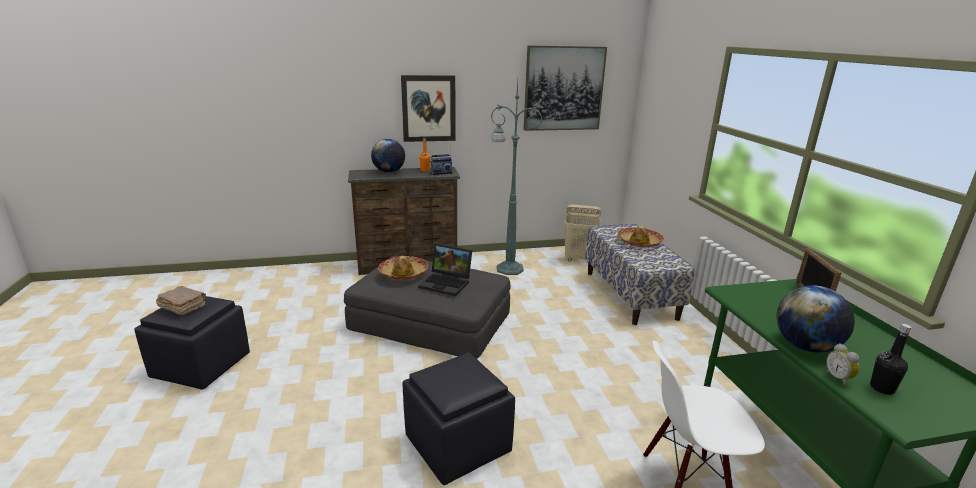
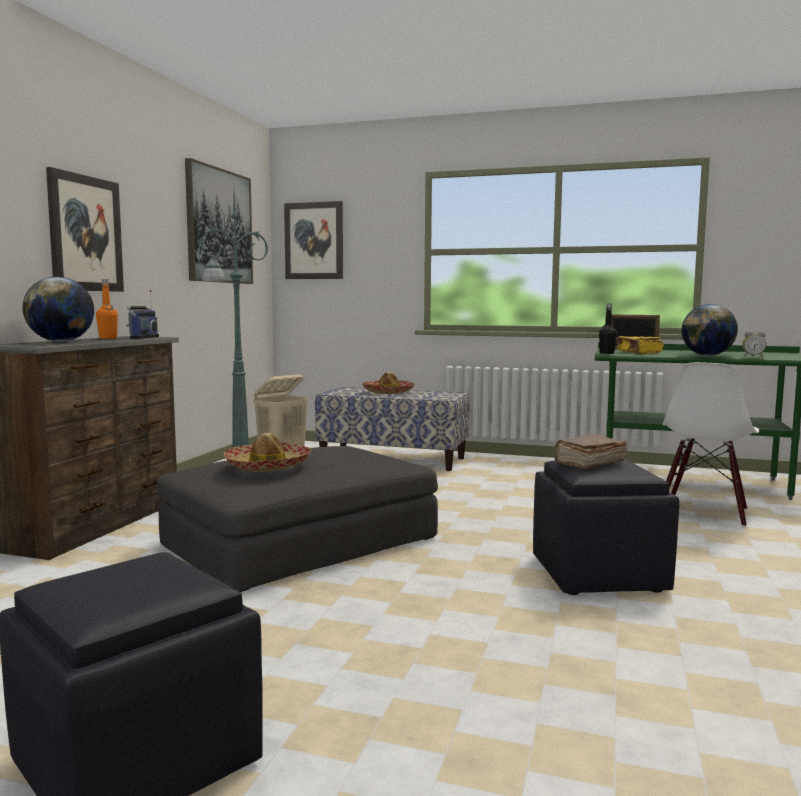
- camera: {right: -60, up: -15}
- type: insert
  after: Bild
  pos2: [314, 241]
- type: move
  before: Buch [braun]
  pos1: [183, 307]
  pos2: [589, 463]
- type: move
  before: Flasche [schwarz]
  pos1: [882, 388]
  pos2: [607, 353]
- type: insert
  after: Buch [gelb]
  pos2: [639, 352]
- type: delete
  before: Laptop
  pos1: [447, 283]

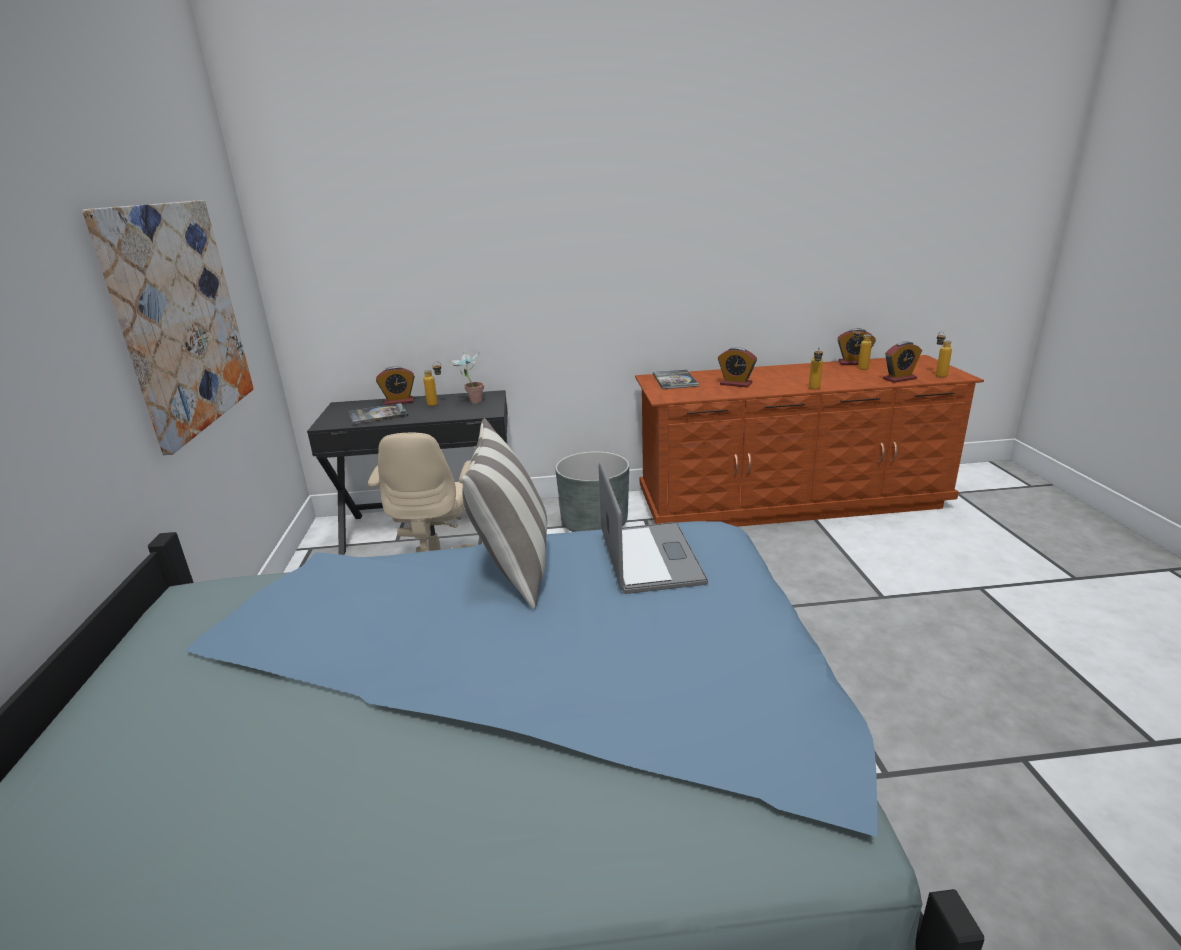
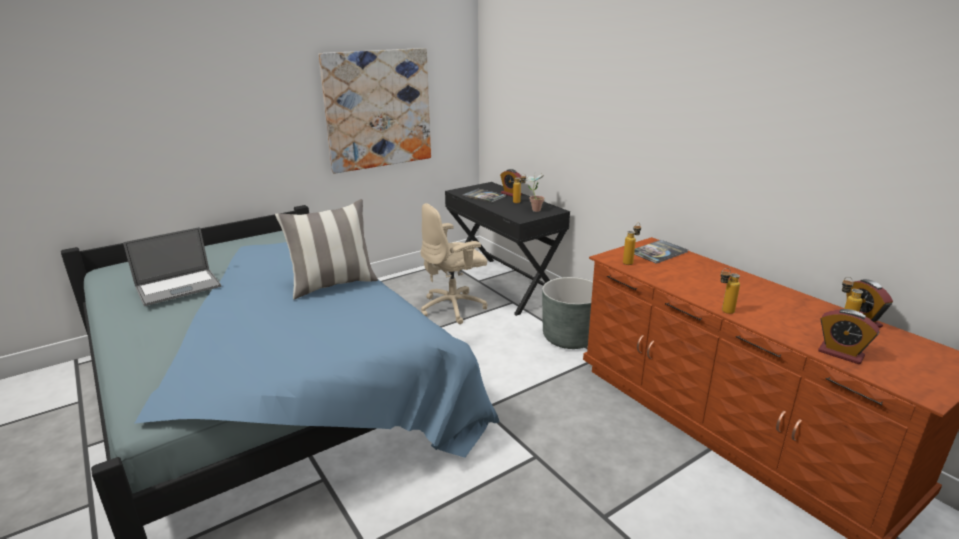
- camera: {right: 60, up: 0}
- type: move
  before: Laptop
  pos1: [650, 557]
  pos2: [178, 287]
- type: move
  before: Flasche
  pos1: [938, 375]
  pos2: [630, 262]
- type: delete
  before: Wecker
  pos1: [736, 384]

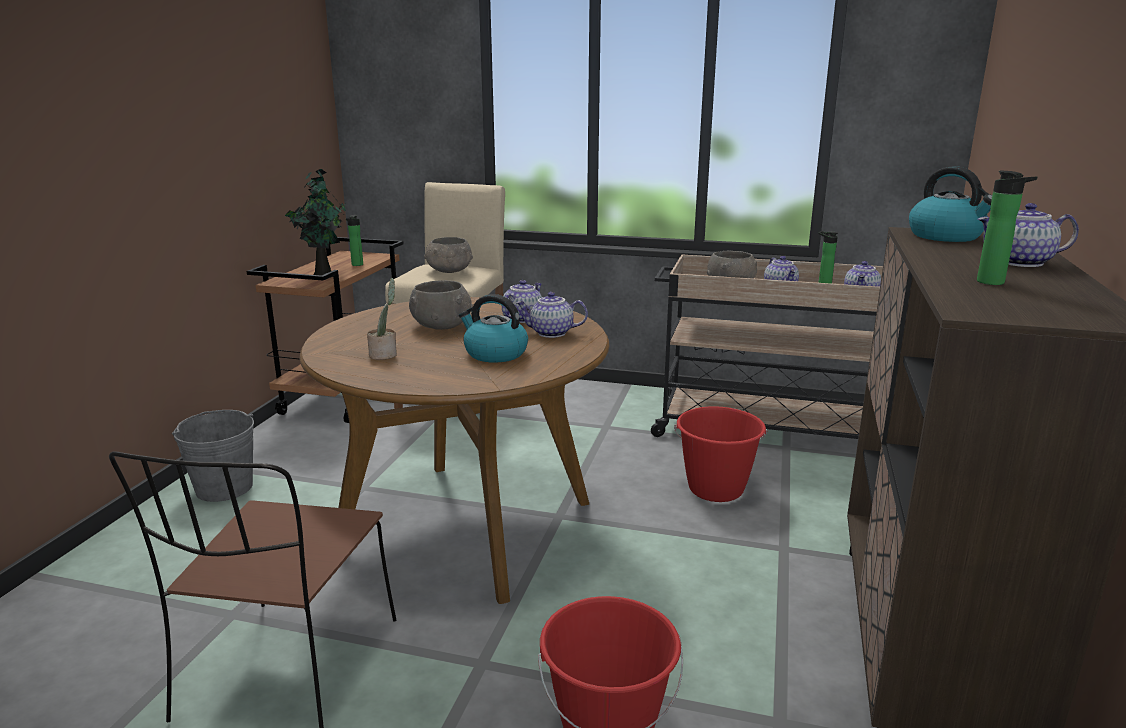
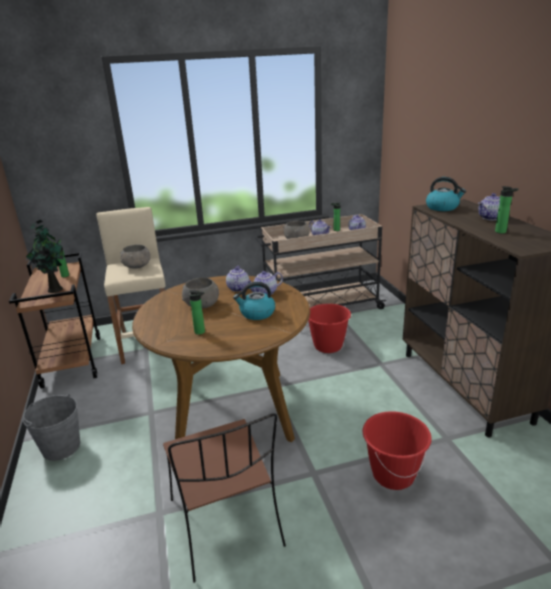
- camera: {right: -30, up: 5}
- type: replace
  before: Topfpflanze
  after: Flasche
  pos1: [385, 354]
  pos2: [201, 332]

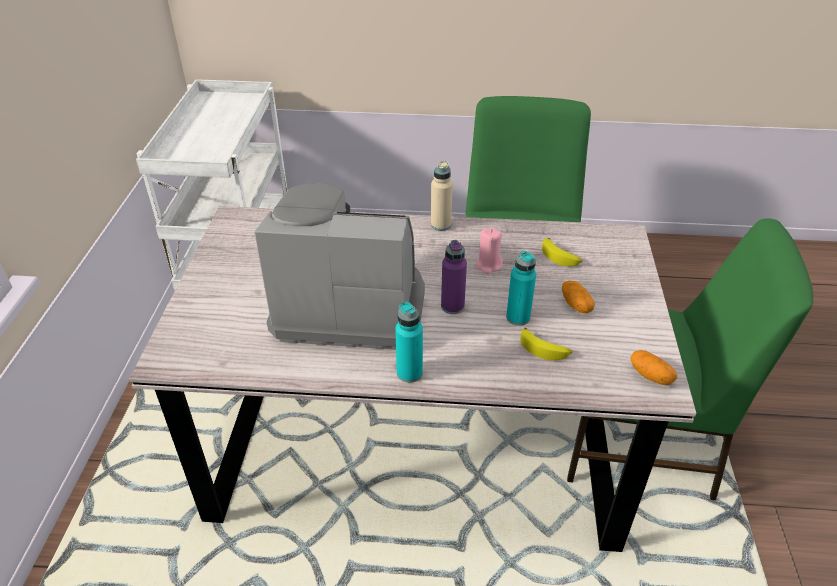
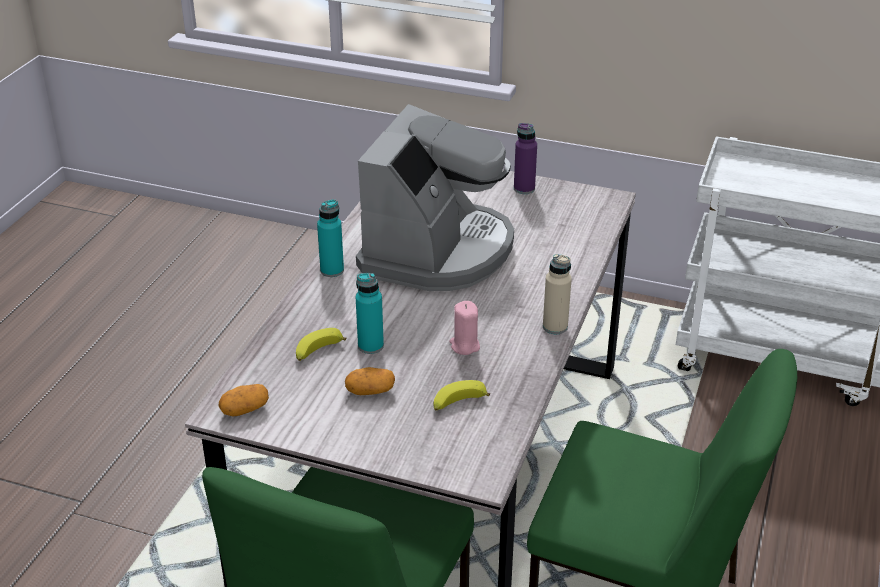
- camera: {right: 105, up: -5}
- type: move
  before: Flasche [lila]
  pos1: [452, 306]
  pos2: [524, 189]

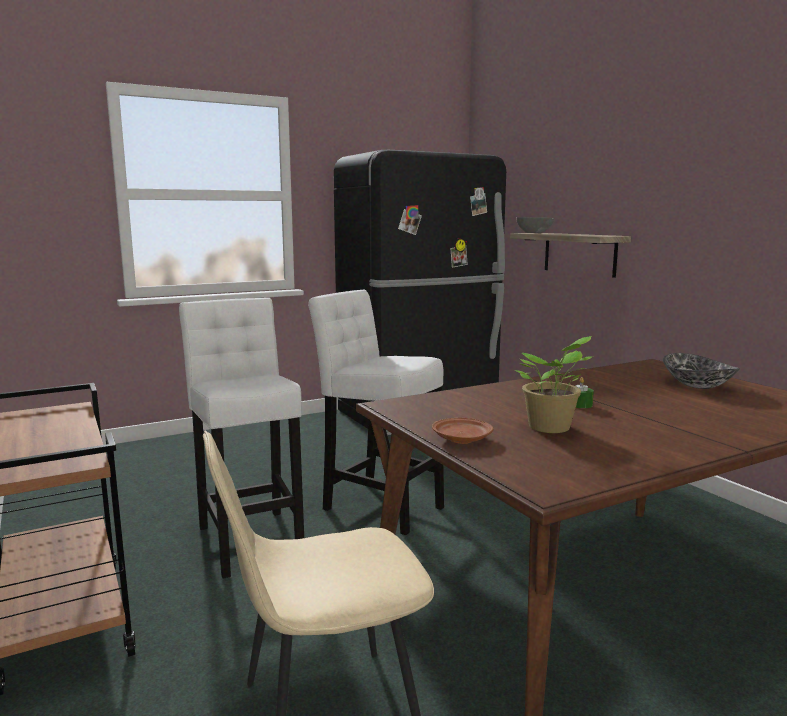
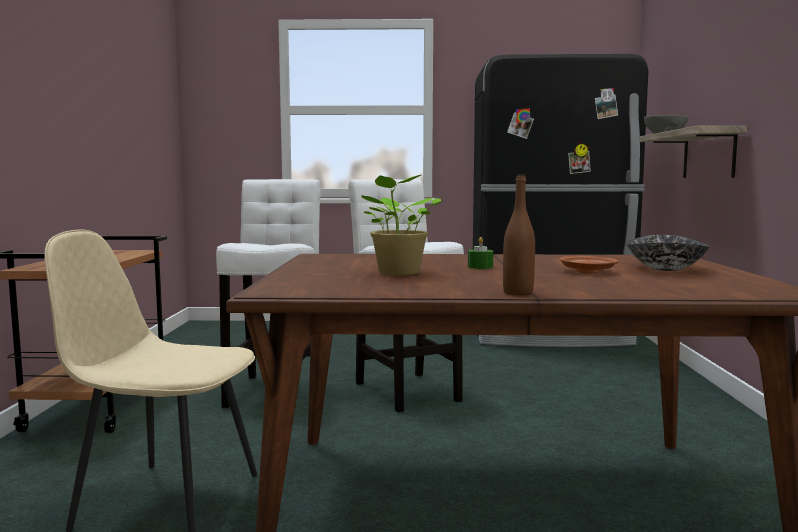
- camera: {right: 30, up: -5}
- type: insert
  after: Flasche [braun]
  pos2: [518, 293]
- type: move
  before: Teller [braun]
  pos1: [461, 439]
  pos2: [587, 271]

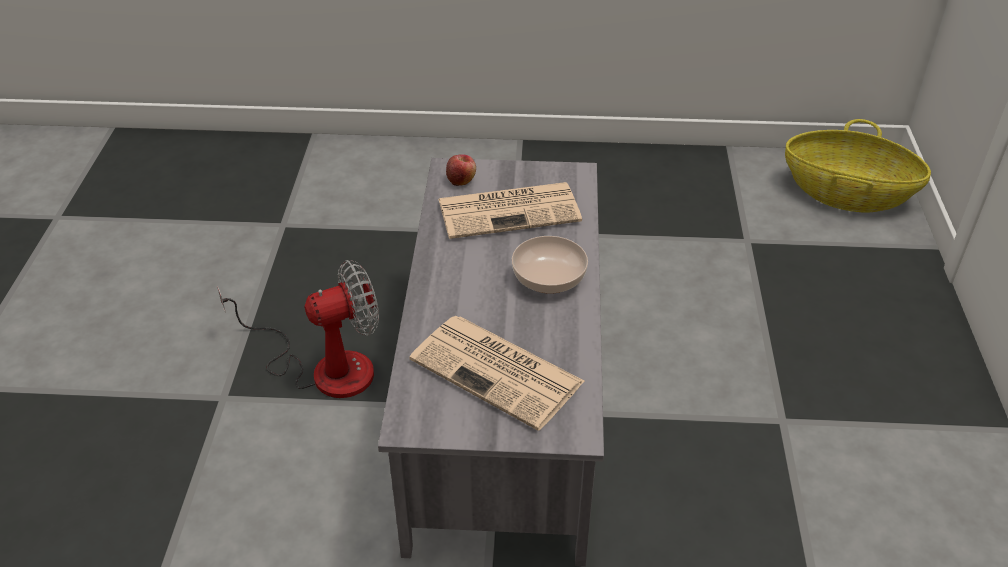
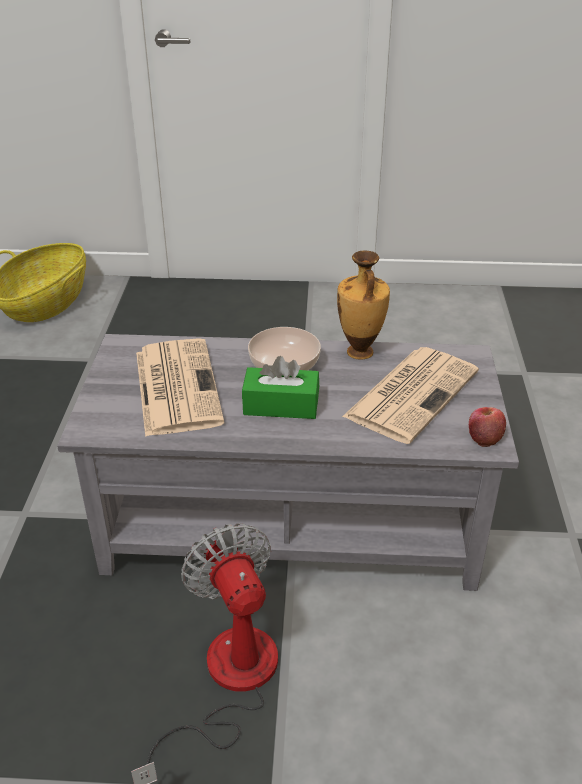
- camera: {right: -90, up: -5}
- type: insert
  after: Taschentuchbox [grün]
  pos2: [281, 405]
- type: insert
  after: Vase
  pos2: [359, 353]
- type: move
  before: Apfel
  pos1: [461, 180]
  pos2: [484, 437]

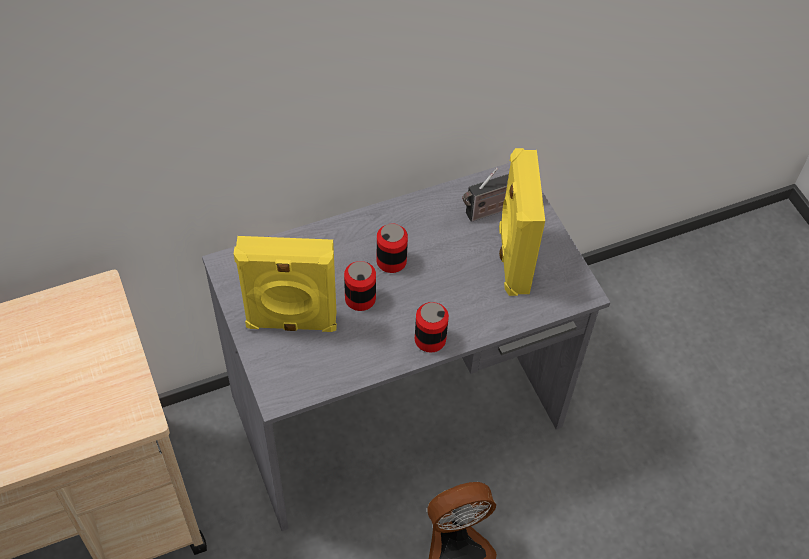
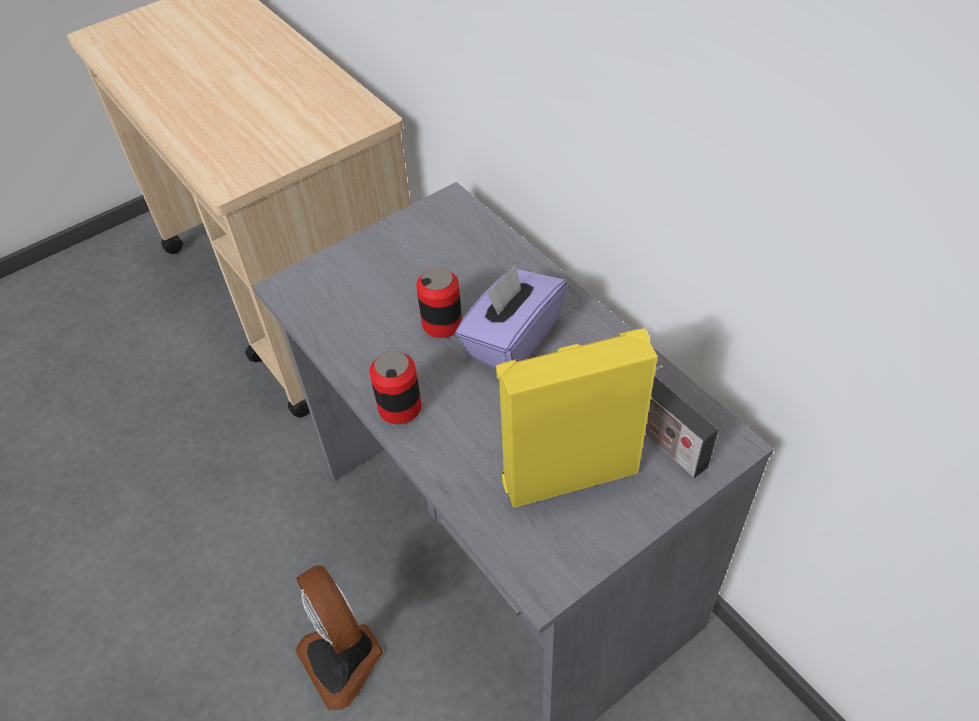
- camera: {right: 80, up: -5}
- type: replace
  before: Dose
  after: Taschentuchbox [lila]
  pos1: [391, 261]
  pos2: [511, 339]
- type: delete
  before: Lautsprecher [gelb]
  pos1: [291, 323]

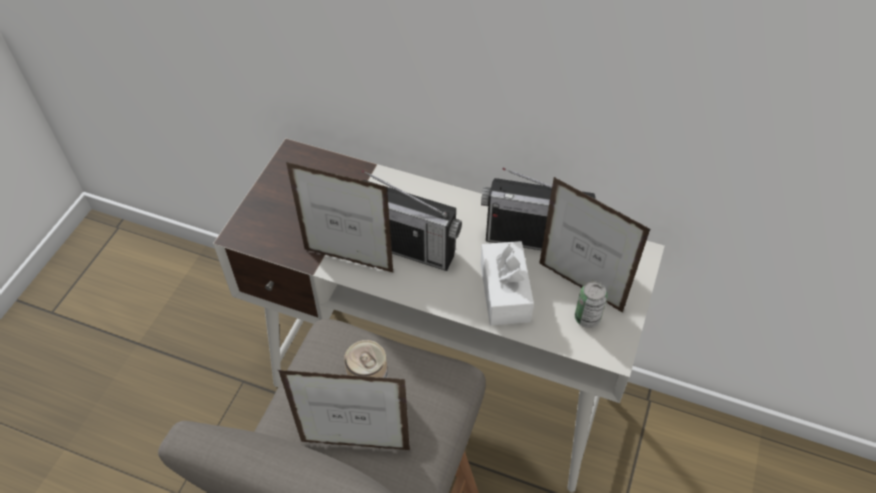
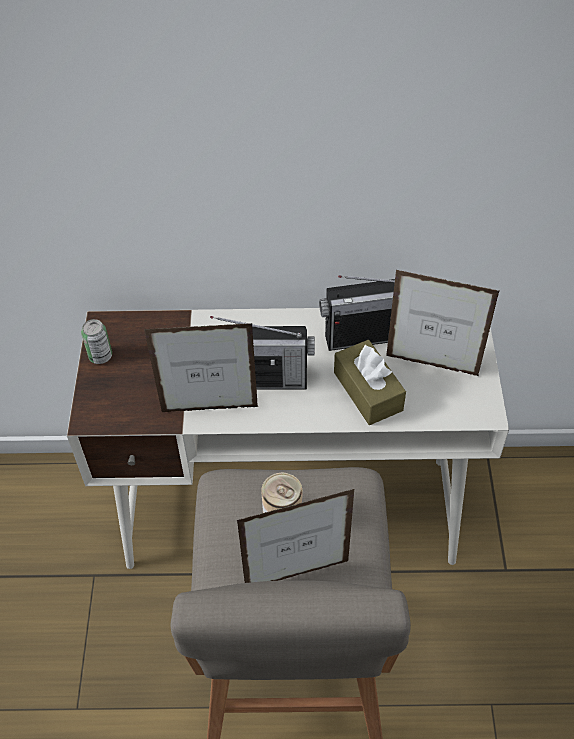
- camera: {right: -20, up: 0}
- type: move
  before: Dose
  pos1: [587, 318]
  pos2: [100, 356]
- type: recolor
  before: Taschentuchbox [weiß]
  after: Taschentuchbox [braun]
  pos1: [504, 292]
  pos2: [368, 391]

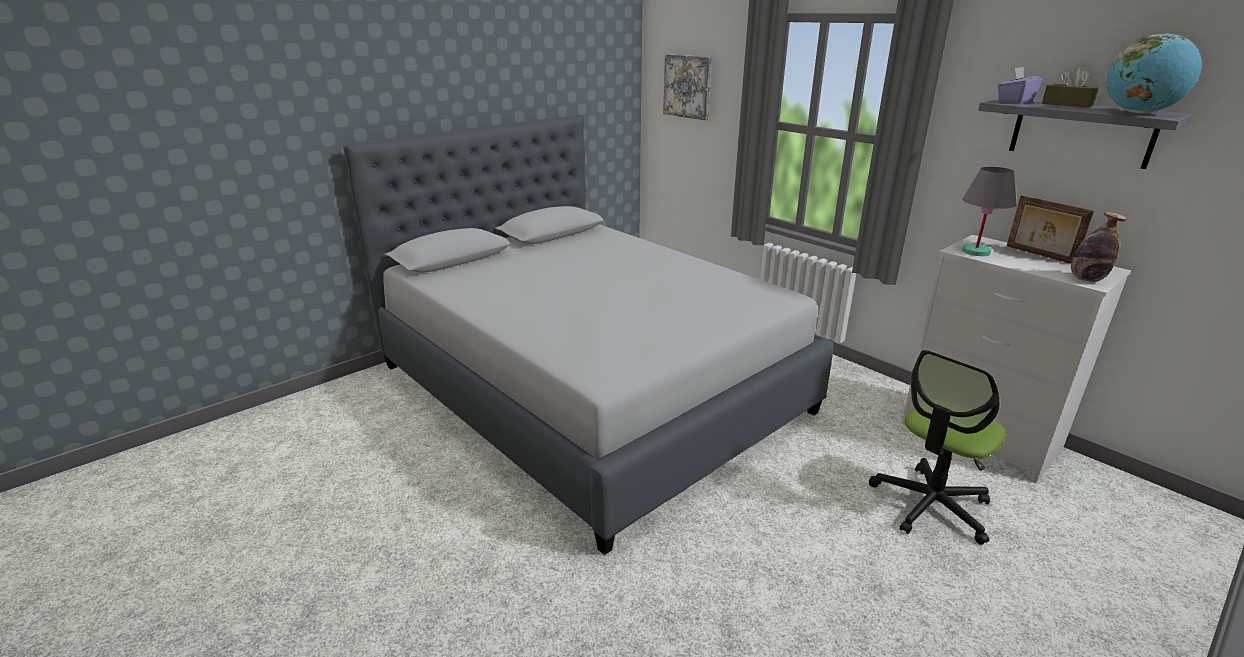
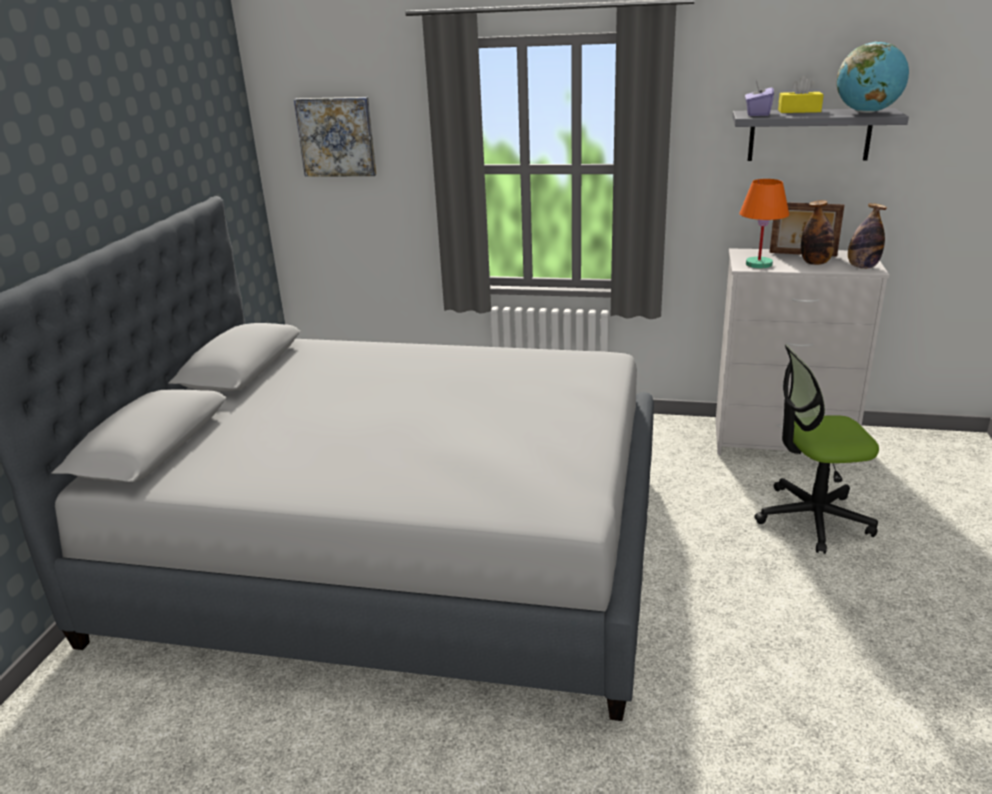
- camera: {right: -35, up: 0}
- type: recolor
  before: Tischlampe [grau]
  after: Tischlampe [orange]
  pos1: [976, 252]
  pos2: [759, 264]
- type: rotate
  before: Bürostuhl
  pos1: [930, 505]
  pos2: [812, 518]
  turn: 75
- type: recolor
  before: Taschentuchbox [braun]
  after: Taschentuchbox [gelb]
  pos1: [1067, 104]
  pos2: [799, 111]
- type: insert
  after: Flasche
  pos2: [815, 263]

